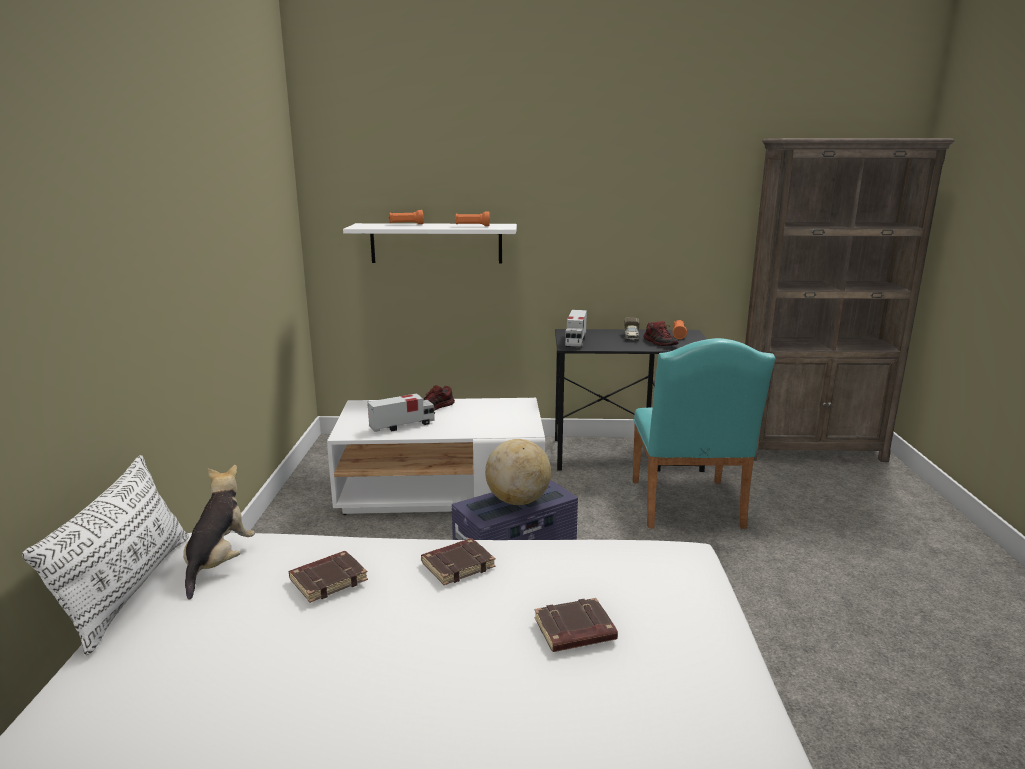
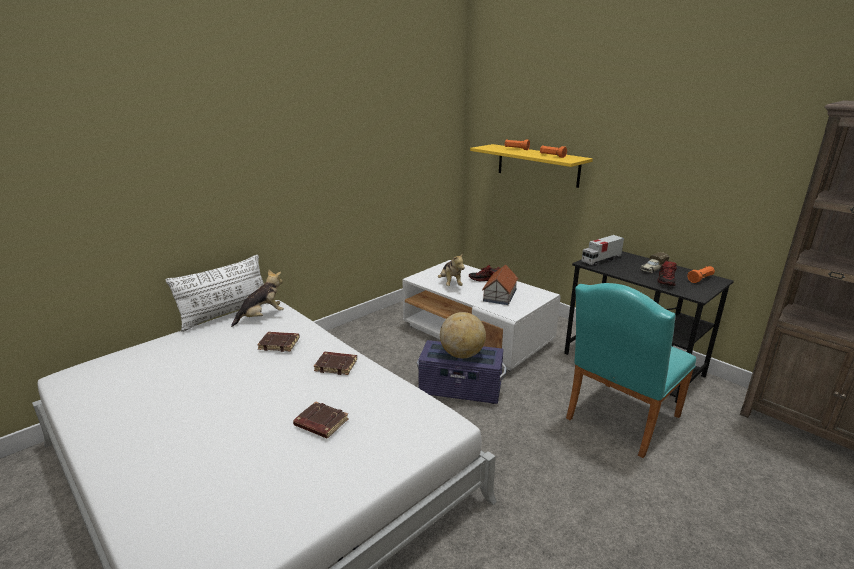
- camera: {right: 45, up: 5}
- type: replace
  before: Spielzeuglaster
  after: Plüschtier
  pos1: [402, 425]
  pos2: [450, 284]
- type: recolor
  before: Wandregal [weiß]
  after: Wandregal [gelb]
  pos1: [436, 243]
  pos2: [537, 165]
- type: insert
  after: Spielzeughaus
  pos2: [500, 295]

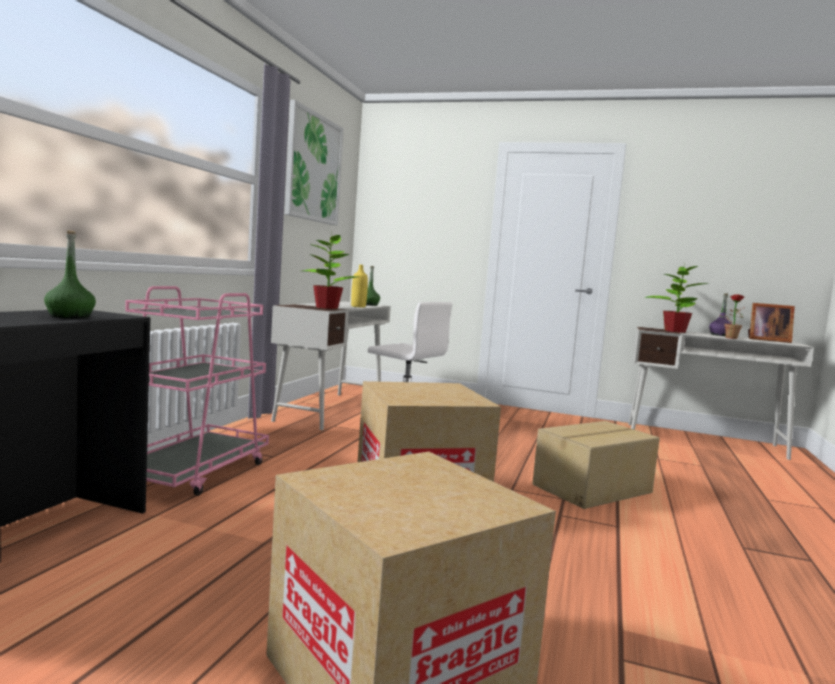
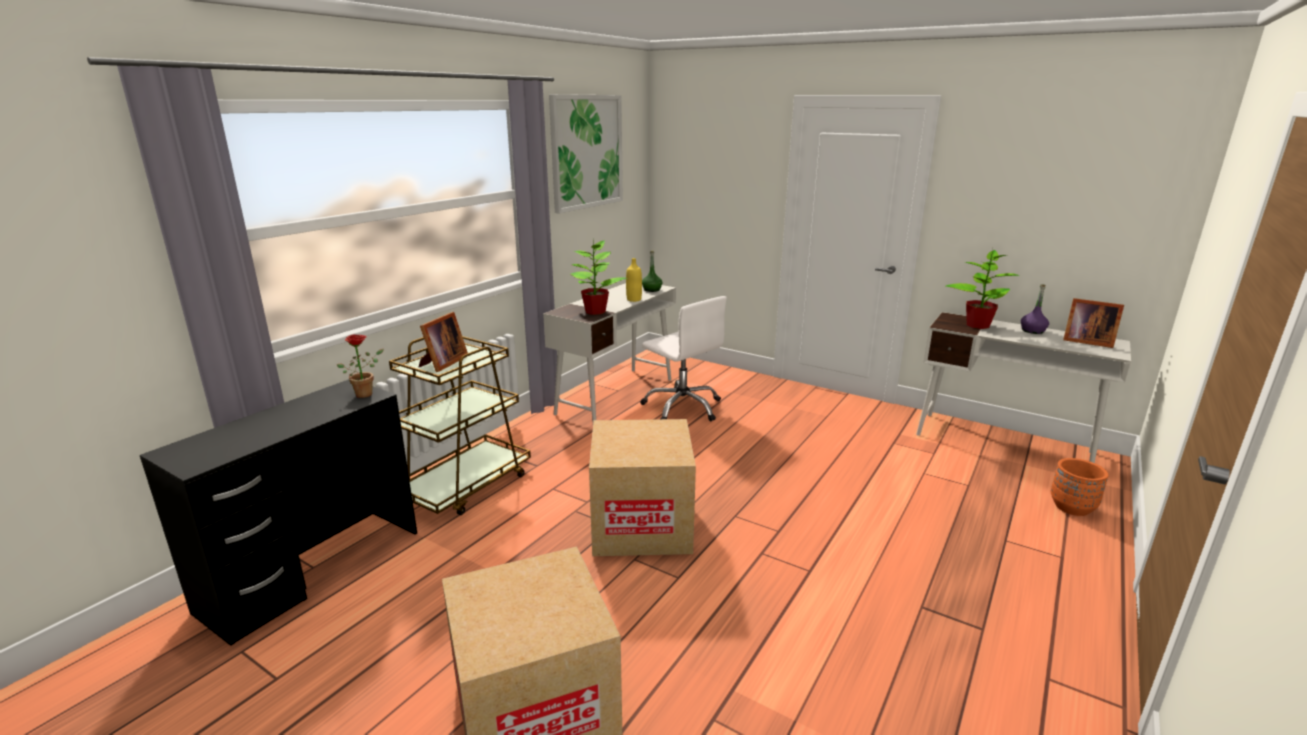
- camera: {right: 15, up: 15}
- type: move
  before: Topfpflanze
  pos1: [730, 338]
  pos2: [367, 393]
- type: recolor
  before: Rollwagen [rosa]
  after: Rollwagen [braun]
  pos1: [193, 472]
  pos2: [466, 486]
- type: insert
  after: Bilderrahmen
  pos2: [443, 363]
- type: insert
  after: Pflanzkübel [orange]
  pos2: [1072, 507]
- type: delete
  before: Flasche [grün]
  pos1: [70, 317]
- type: delete
  before: Karton
  pos1: [593, 489]

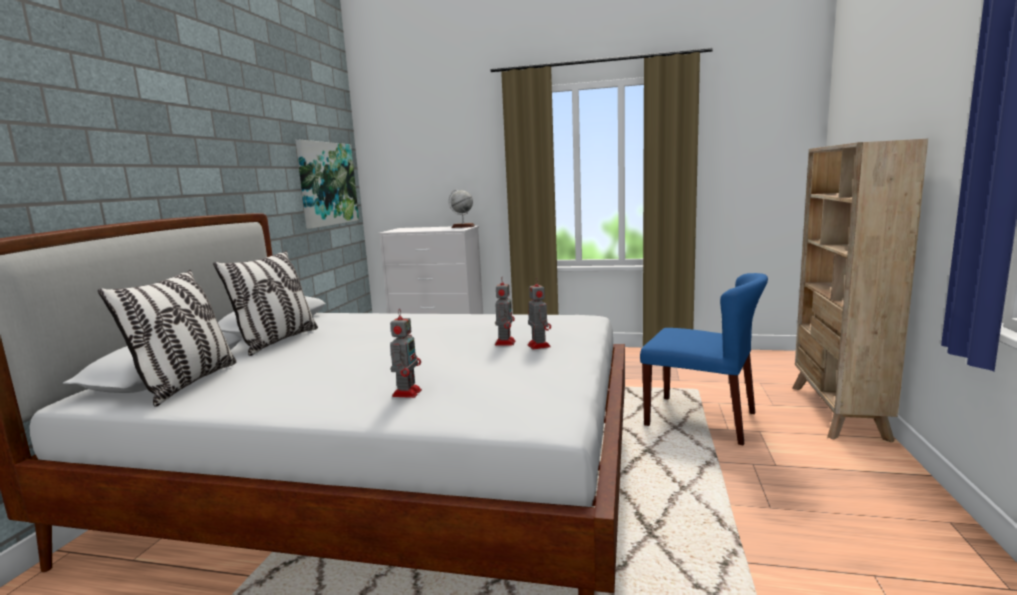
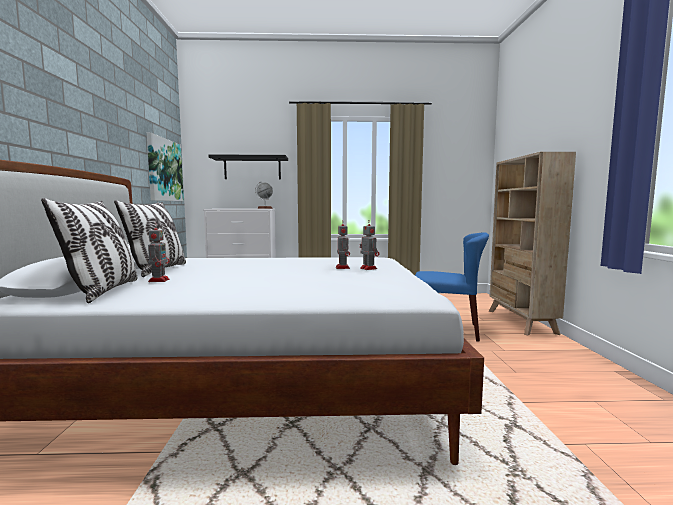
- camera: {right: -15, up: -5}
- type: move
  before: Spielzeugroboter
  pos1: [407, 392]
  pos2: [159, 280]
- type: insert
  after: Wandregal [schwarz]
  pos2: [252, 168]

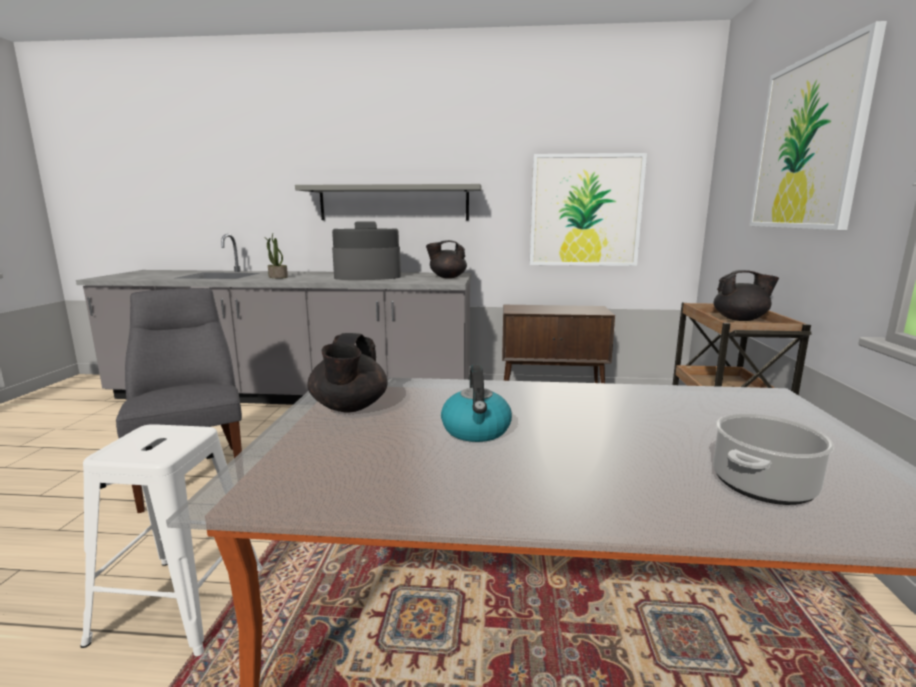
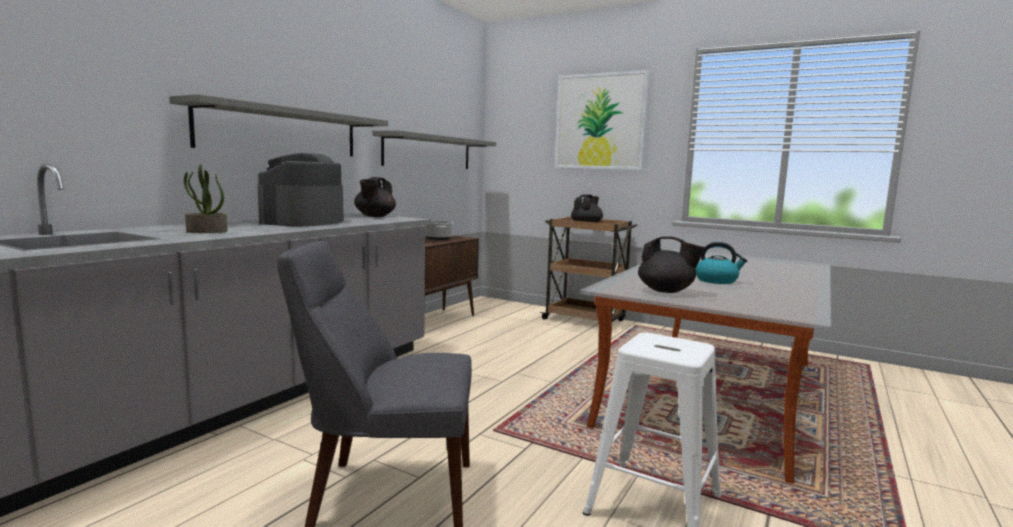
- camera: {right: -65, up: -5}
- type: replace
  before: Bild
  after: Wandregal [grau]
  pos1: [585, 211]
  pos2: [428, 152]
- type: move
  before: Kochtopf
  pos1: [762, 484]
  pos2: [438, 238]

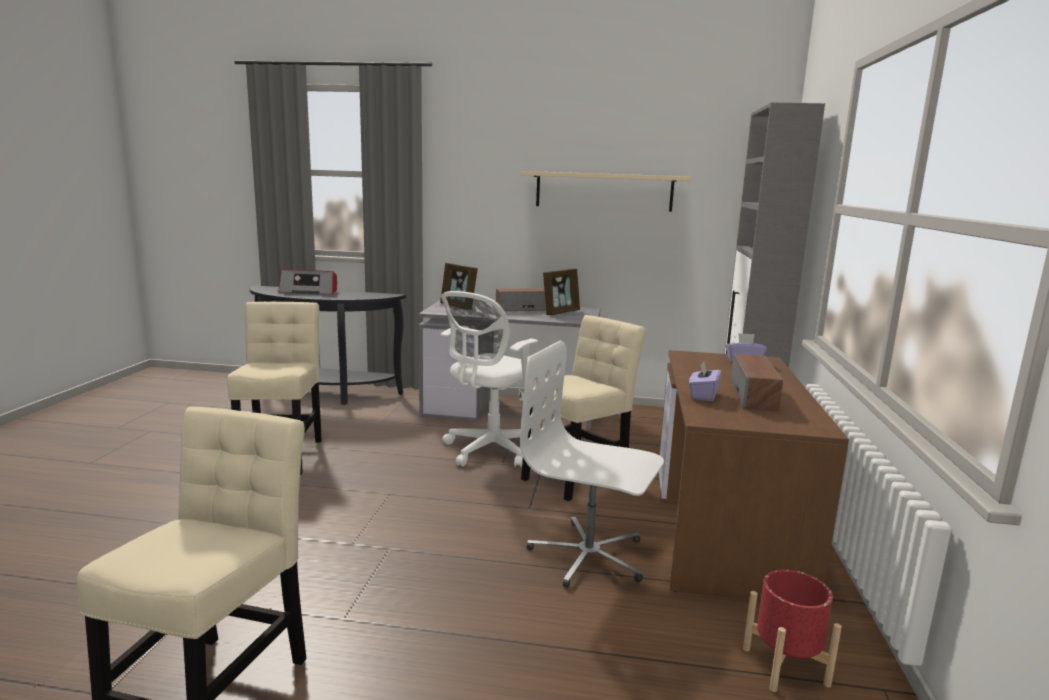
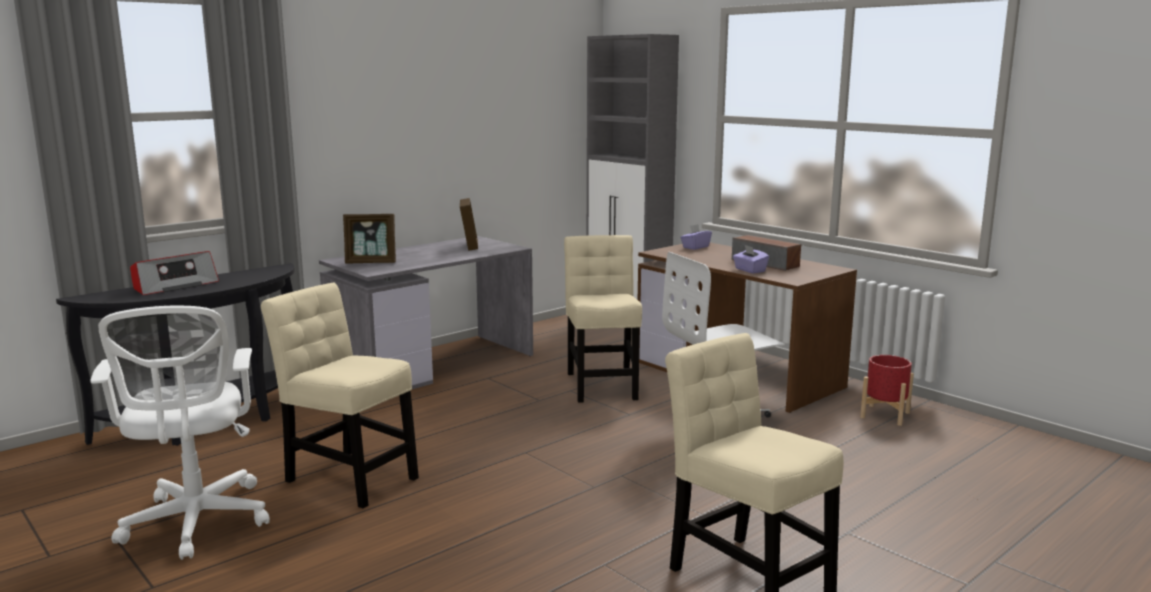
- camera: {right: -50, up: 0}
- type: move
  before: Bürostuhl [weiß]
  pos1: [490, 450]
  pos2: [196, 524]
- type: delete
  before: Lautsprecher
  pos1: [524, 308]
- type: delete
  before: Wandregal [beige]
  pos1: [604, 191]

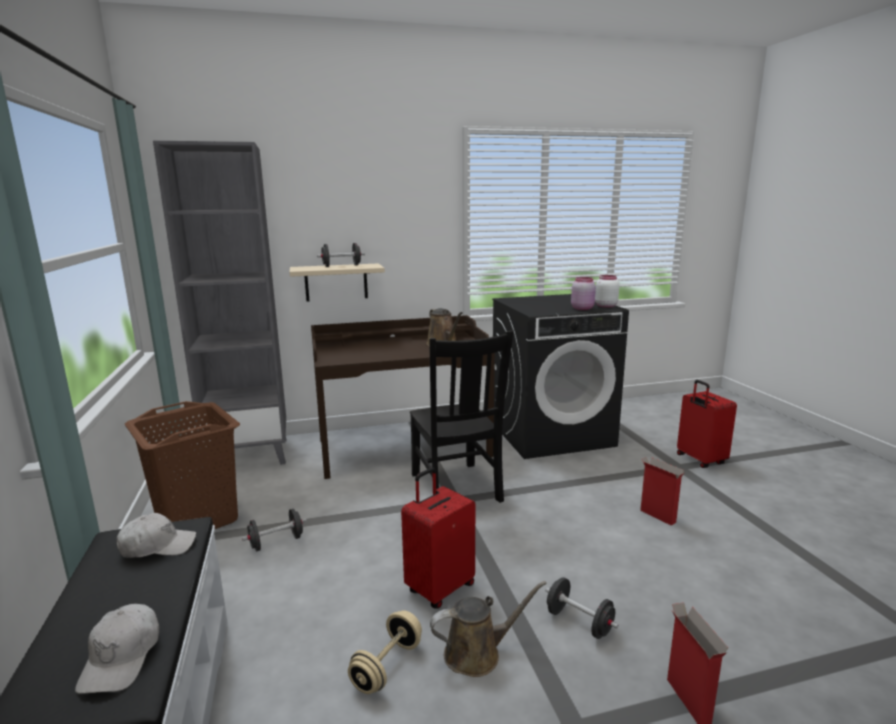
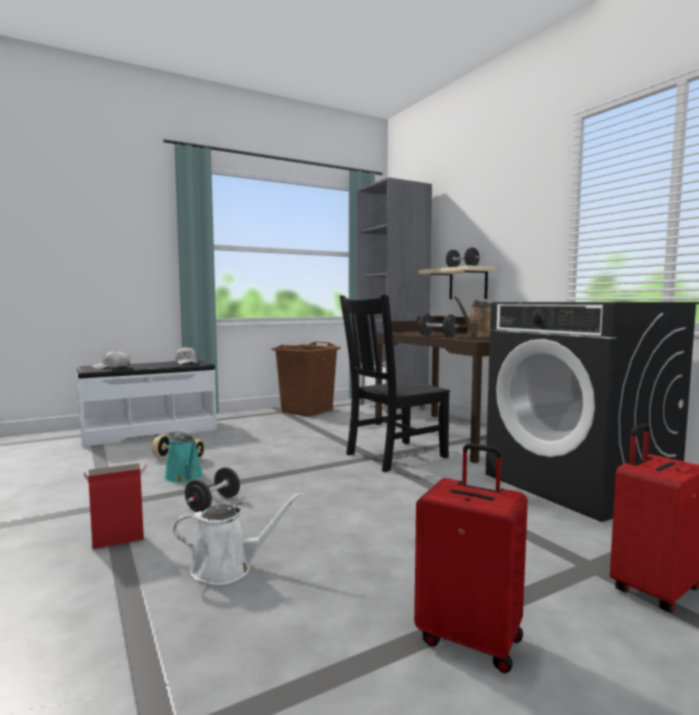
- camera: {right: 75, up: -10}
- type: recolor
  before: Gießkanne [braun]
  after: Gießkanne [türkis]
  pos1: [477, 653]
  pos2: [185, 477]
- type: insert
  after: Gießkanne [weiß]
  pos2: [228, 568]
- type: move
  before: Koffer [rot]
  pos1: [439, 588]
  pos2: [471, 638]
- type: move
  before: Hantel [schwarz]
  pos1: [276, 542]
  pos2: [437, 336]
- type: delete
  before: Vorratsglas [rosa]
  pos1: [582, 308]
- type: delete
  before: Vorratsglas [weiß]
  pos1: [605, 306]
- type: delete
  before: Karton
  pos1: [657, 516]

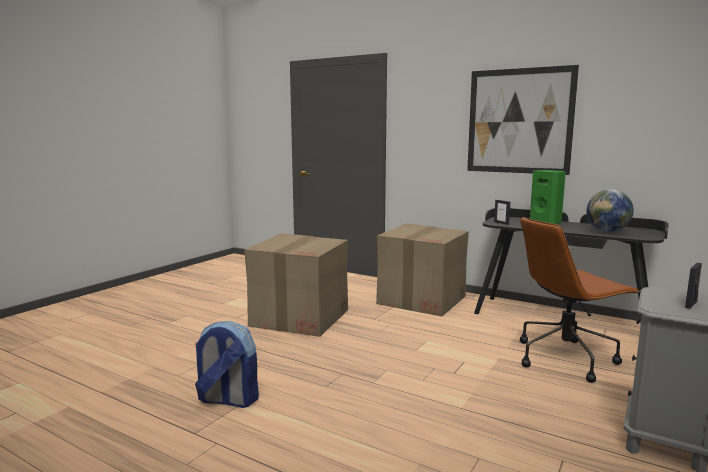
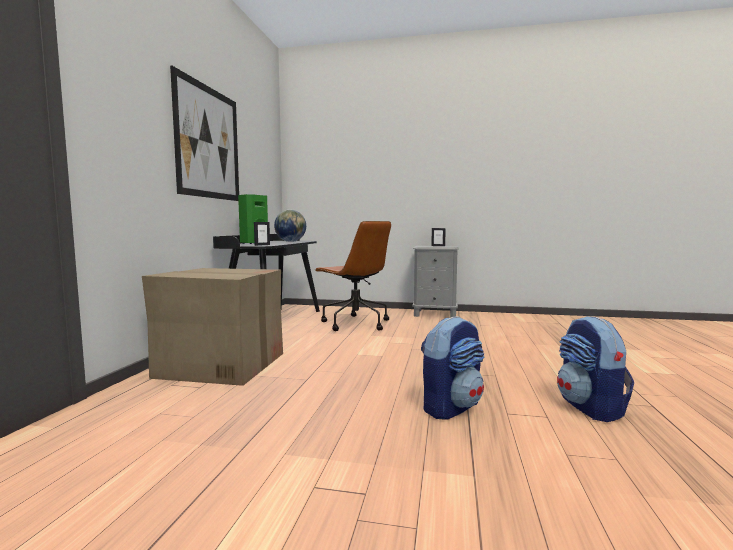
- camera: {right: -110, up: -5}
- type: insert
  after: Rucksack
  pos2: [451, 407]
- type: delete
  before: Karton
  pos1: [300, 317]

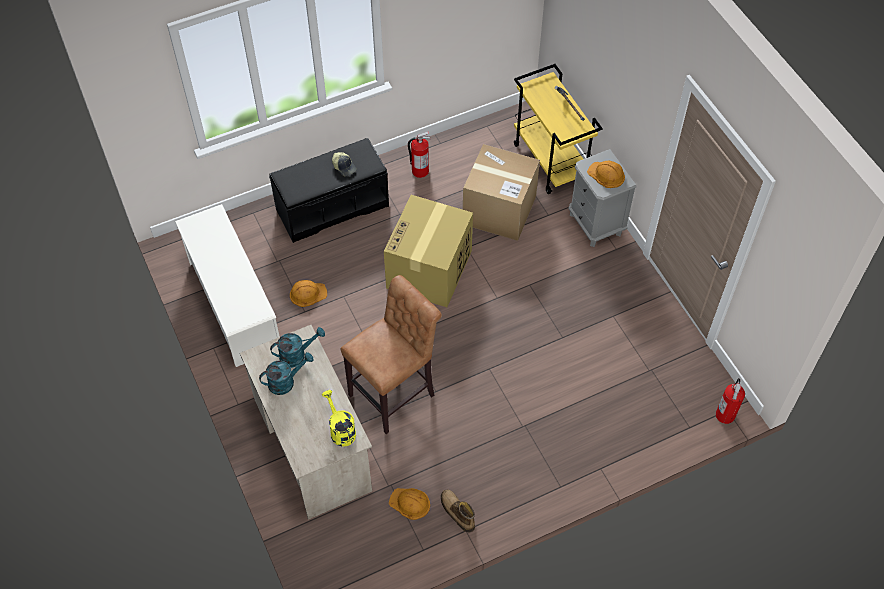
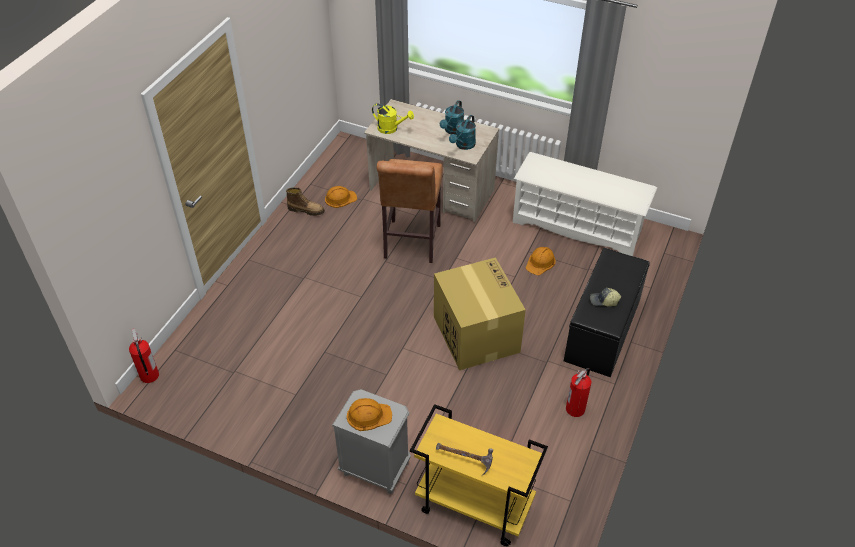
- camera: {right: 140, up: -10}
- type: delete
  before: Karton
  pos1: [499, 210]

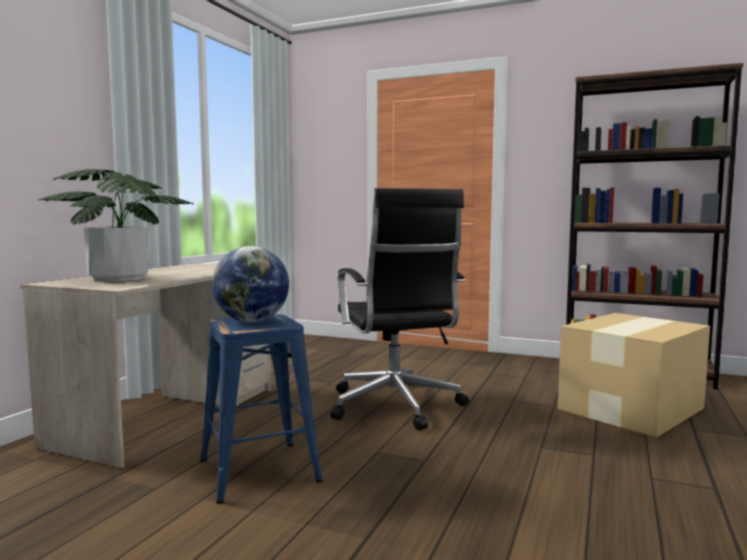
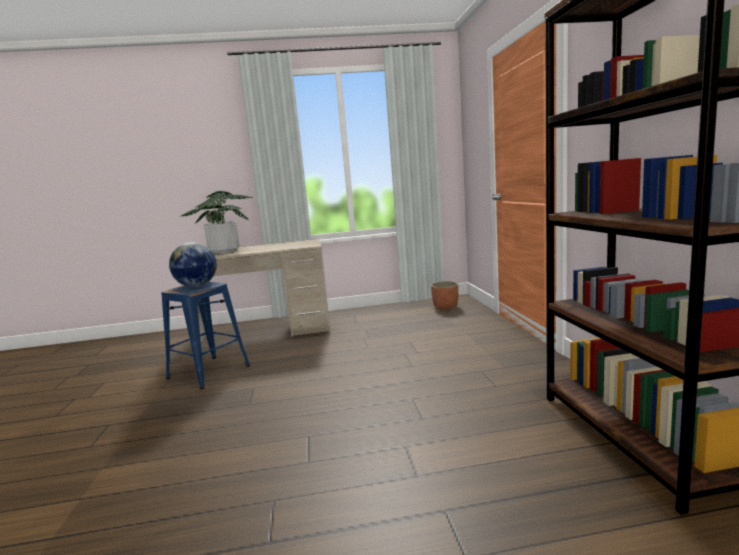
- camera: {right: 60, up: 5}
- type: insert
  after: Pflanzkübel
  pos2: [445, 306]
- type: delete
  before: Bürostuhl [schwarz]
  pos1: [395, 406]
- type: delete
  before: Karton
  pos1: [632, 408]

